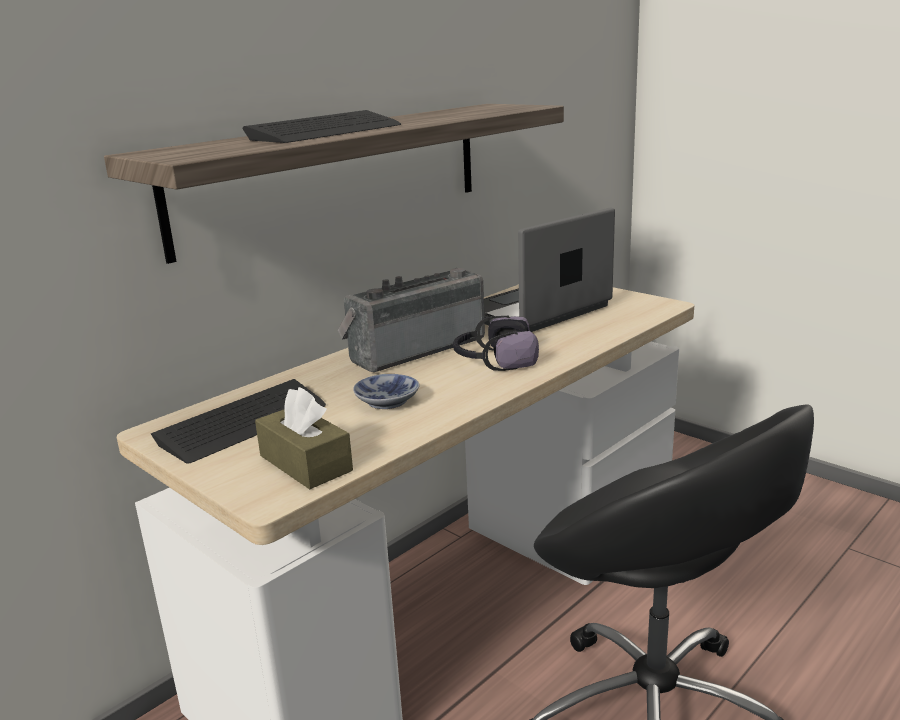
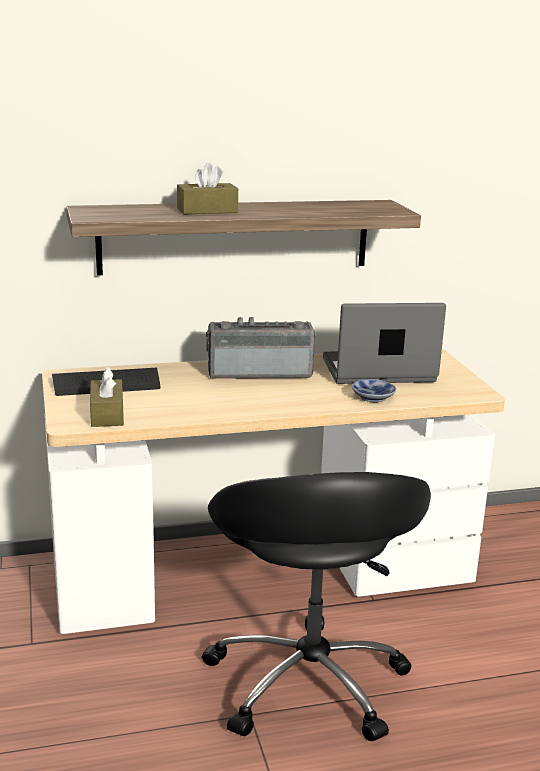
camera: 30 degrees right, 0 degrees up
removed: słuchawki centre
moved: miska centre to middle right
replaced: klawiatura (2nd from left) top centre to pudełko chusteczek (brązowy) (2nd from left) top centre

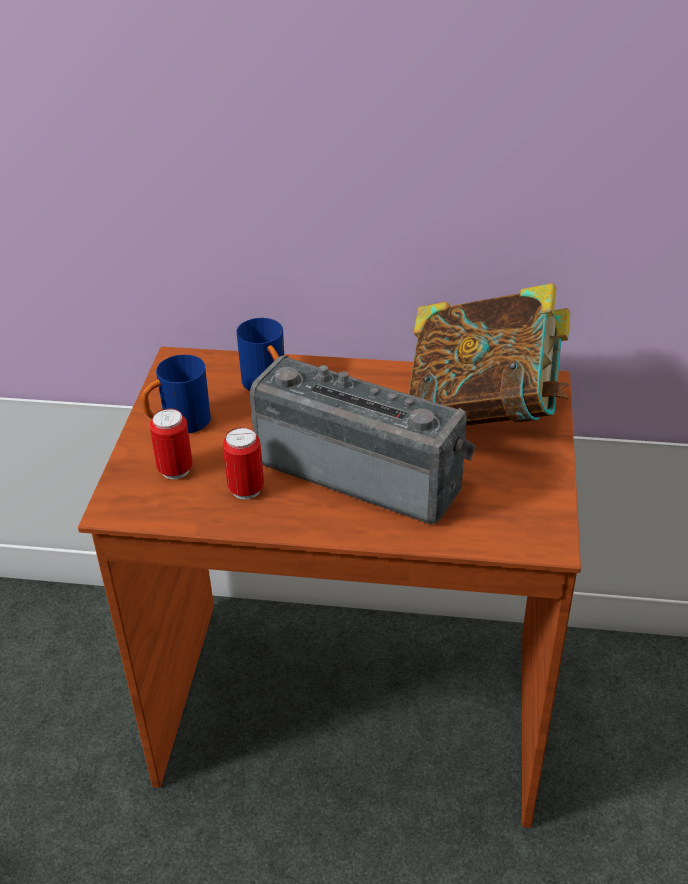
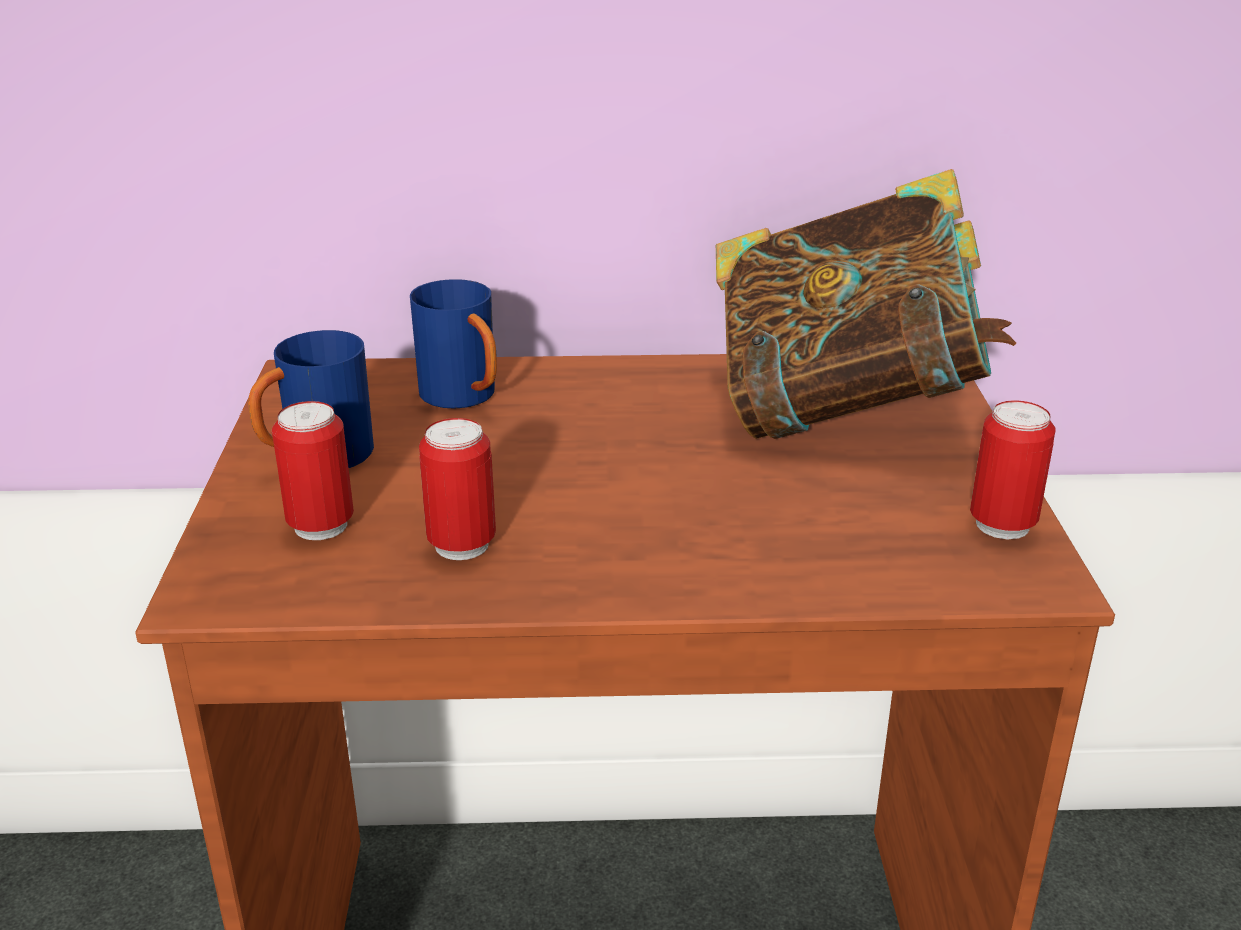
camera: 10 degrees left, 10 degrees down
removed: radio centre
added: puszka (3rd from left) middle right

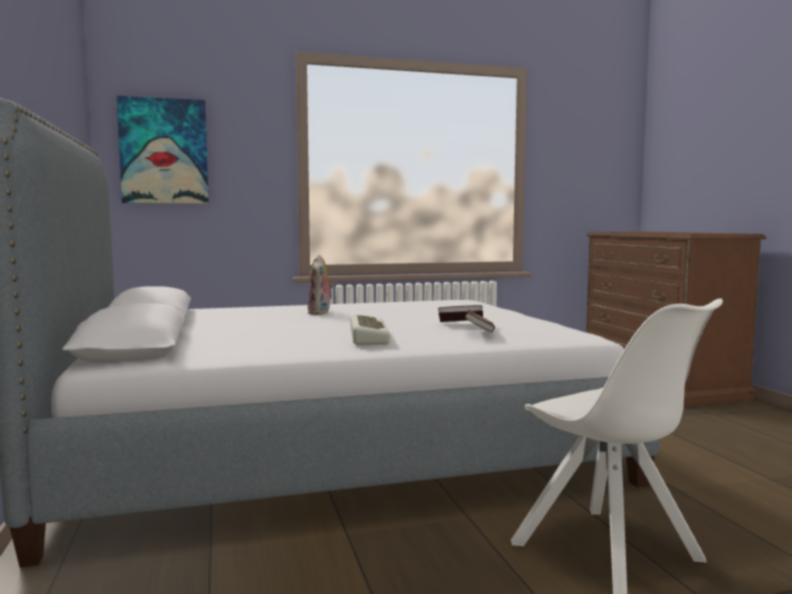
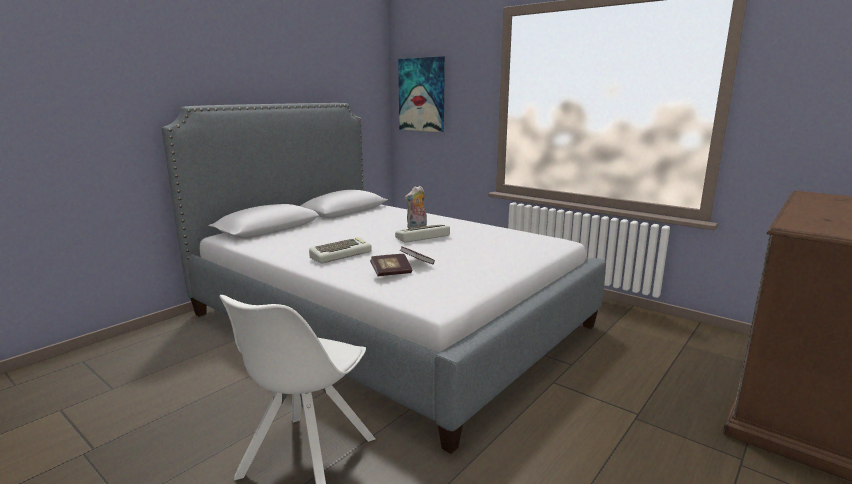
camera: 55 degrees right, 10 degrees up
added: klawiatura (2nd from left) centre

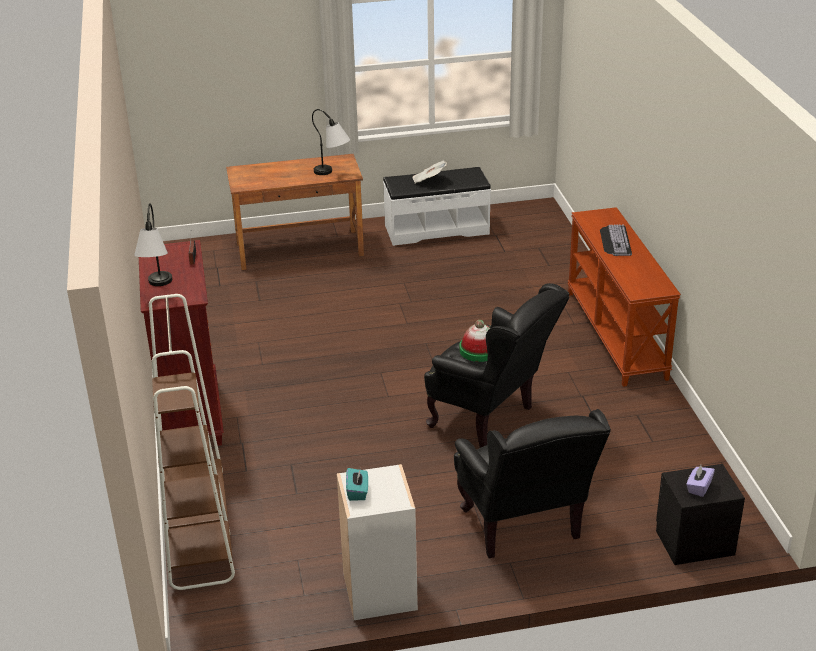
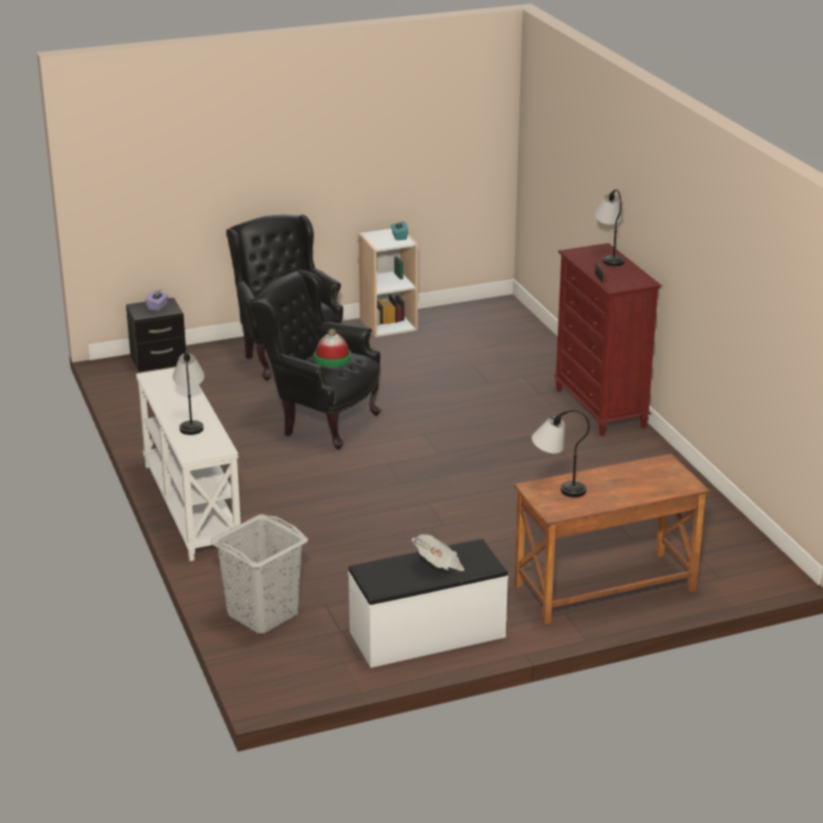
camera: 170 degrees right, 5 degrees down
removed: wieszak (brązowy) bottom left
added: kosz na pranie (szary) bottom left
replaced: klawiatura middle right to lampa stołowa (1st from left) middle left
recoloured: stolik konsolowy (brązowy) middle right to stolik konsolowy (biały) middle left

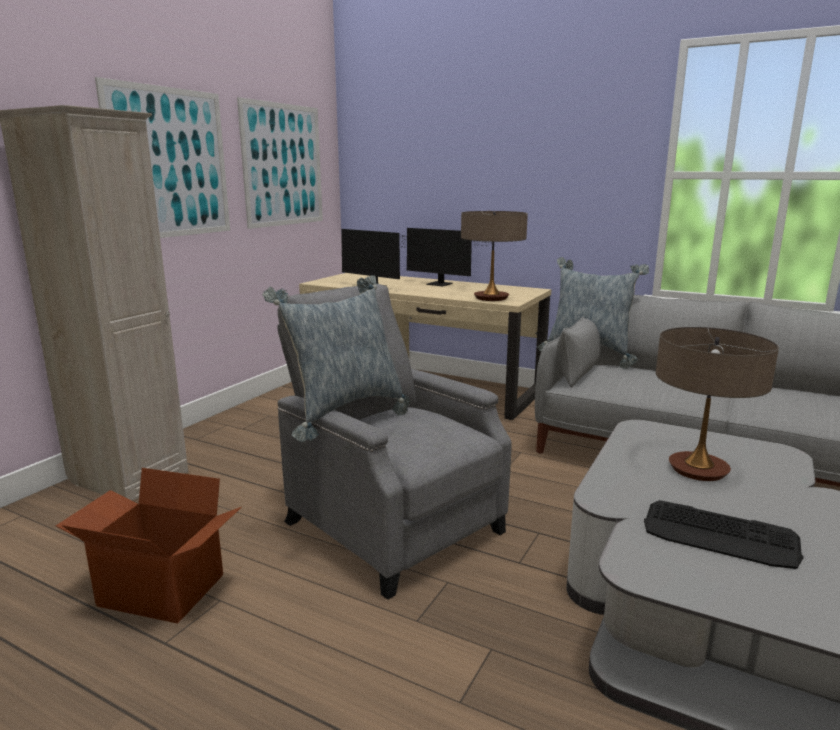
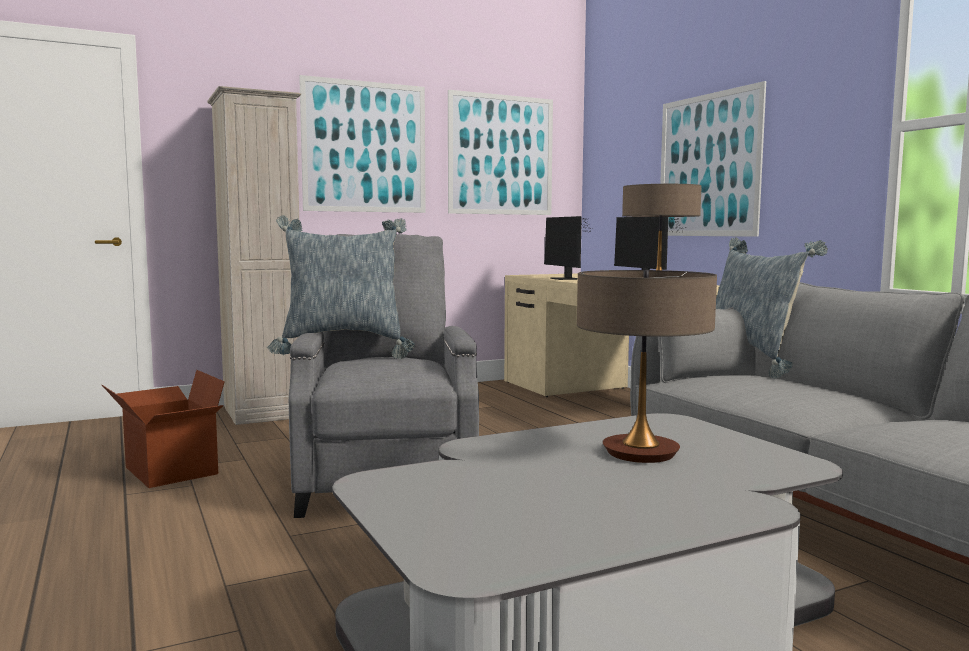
camera: 35 degrees right, 10 degrees down
removed: klawiatura bottom right
added: obraz (3rd from left) top right

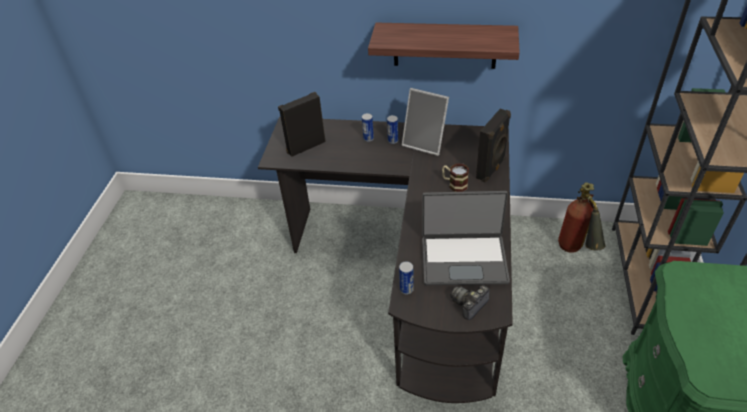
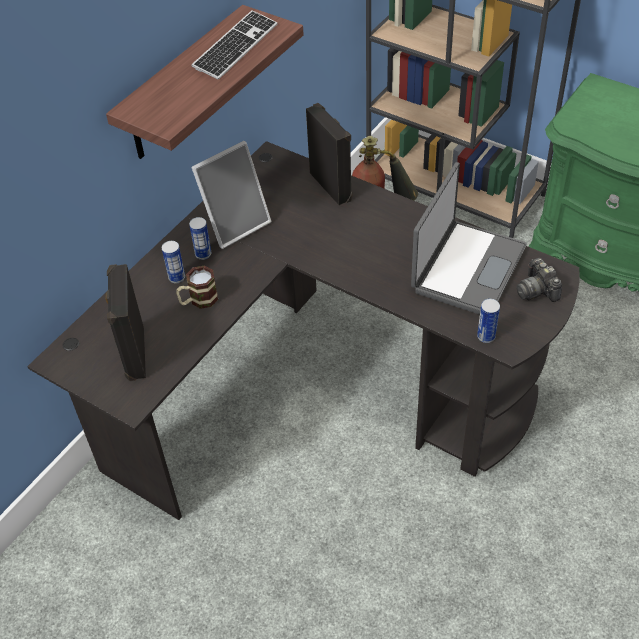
camera: 65 degrees left, 5 degrees up
added: klawiatura top centre
moved: kubek centre to middle left

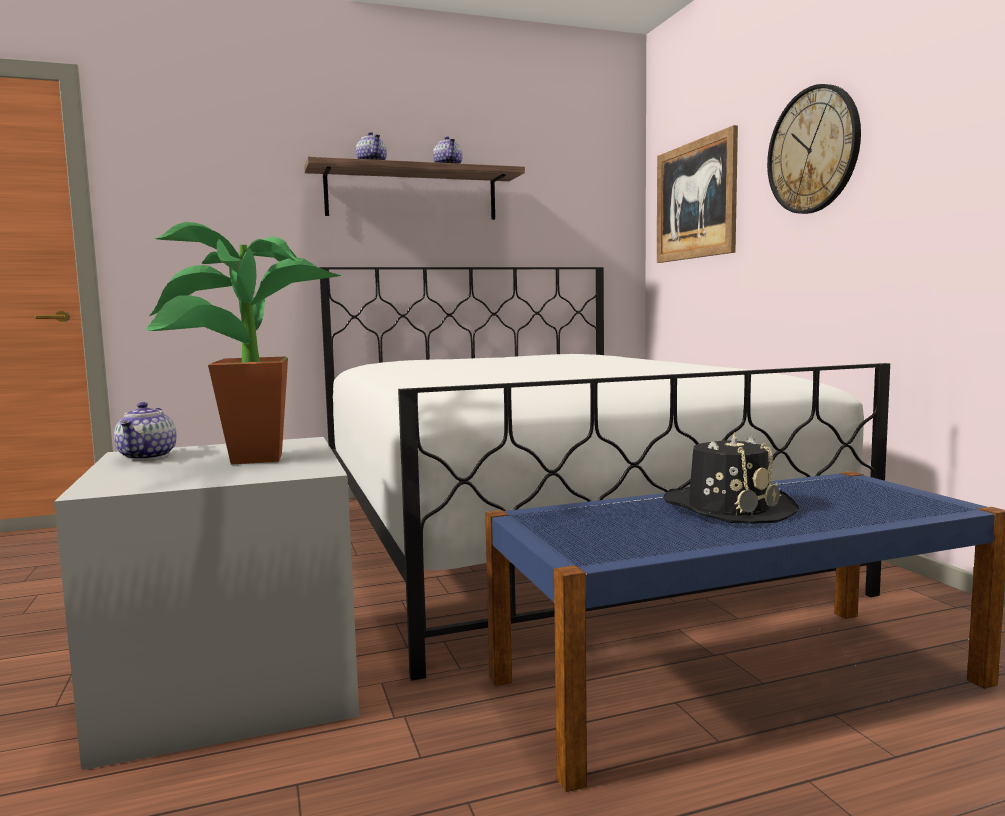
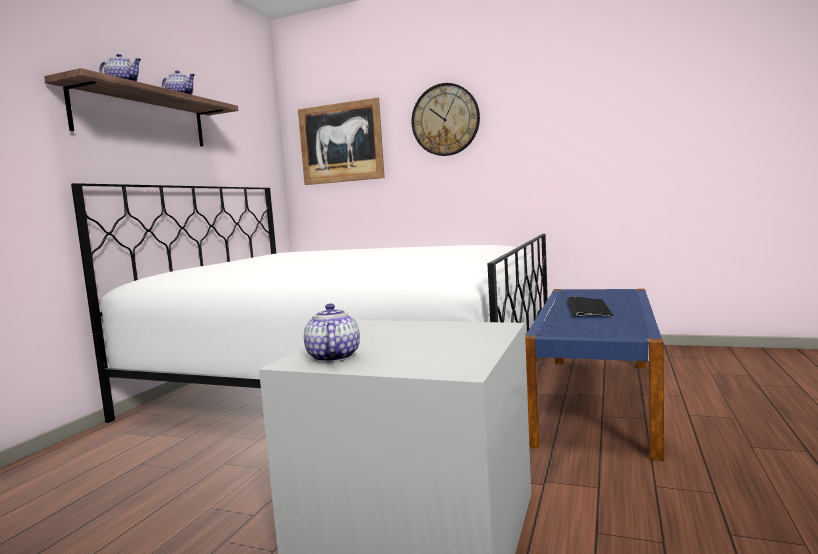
camera: 50 degrees left, 0 degrees up
removed: roślina doniczkowa middle left
replaced: kapelusz (czarny) middle right to klawiatura middle right
turned: imbryk (1st from left in the first image) middle left = centre 135 degrees counterclockwise

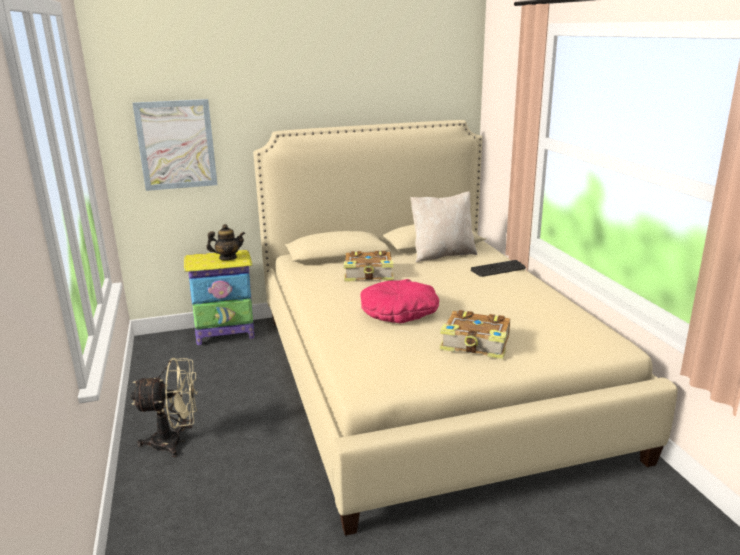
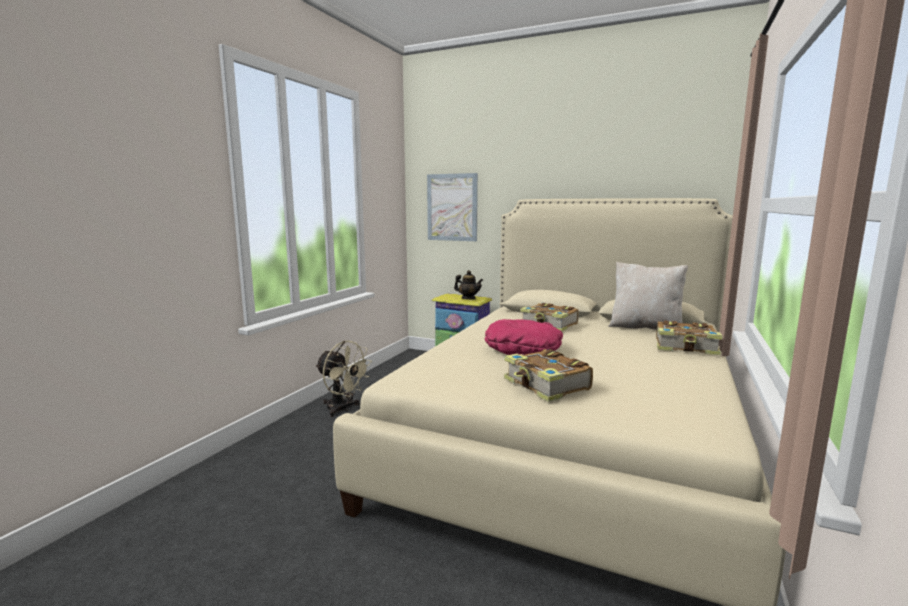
camera: 40 degrees right, 10 degrees down
replaced: klawiatura middle right to książka (3rd from left) middle right

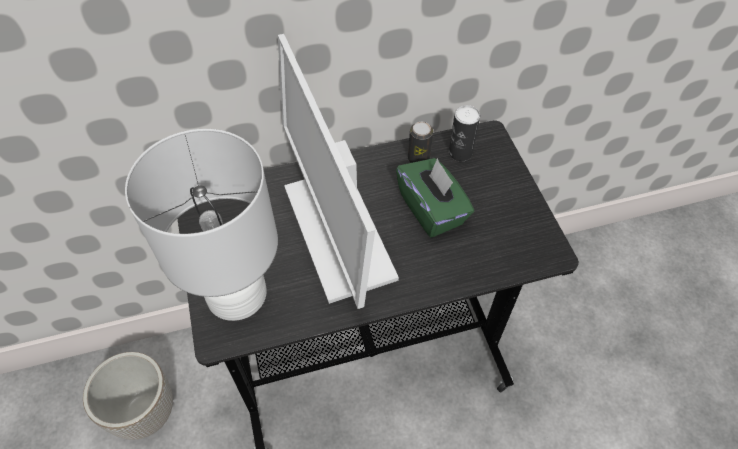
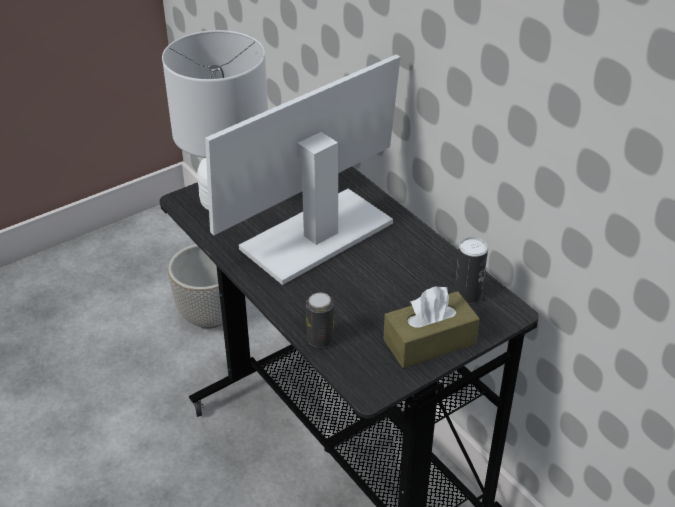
camera: 70 degrees right, 15 degrees down
removed: pudełko chusteczek (zielony) centre
added: pudełko chusteczek (brązowy) centre
moved: puszka (1st from left) top centre to centre

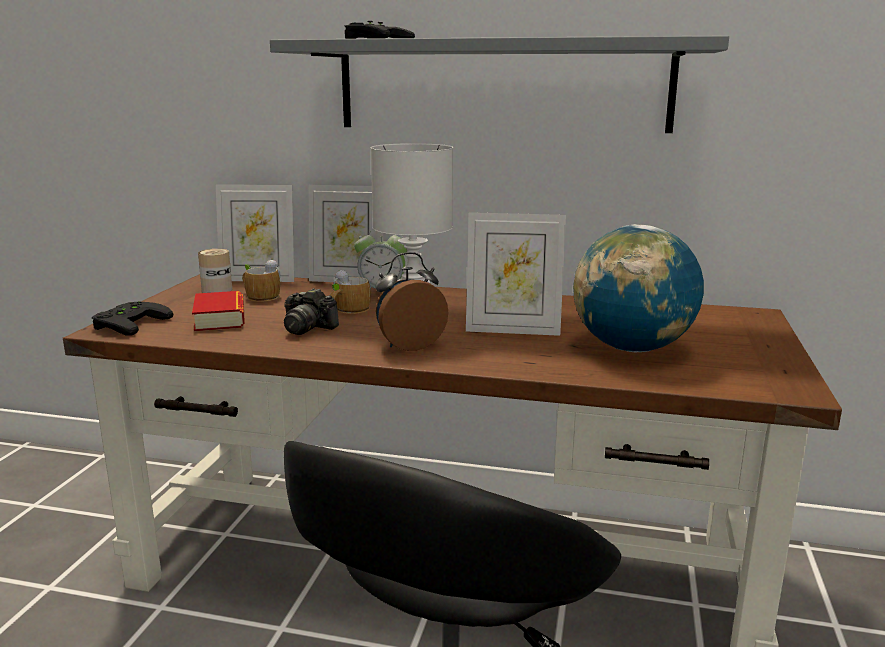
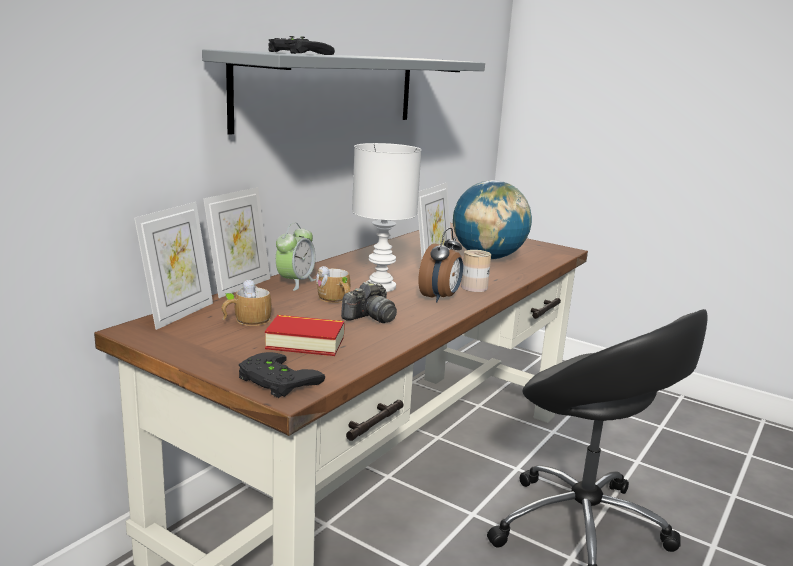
camera: 70 degrees left, 0 degrees up
moved: puszka middle left to centre
turned: budzik (2nd from left) centre = centre 150 degrees counterclockwise

